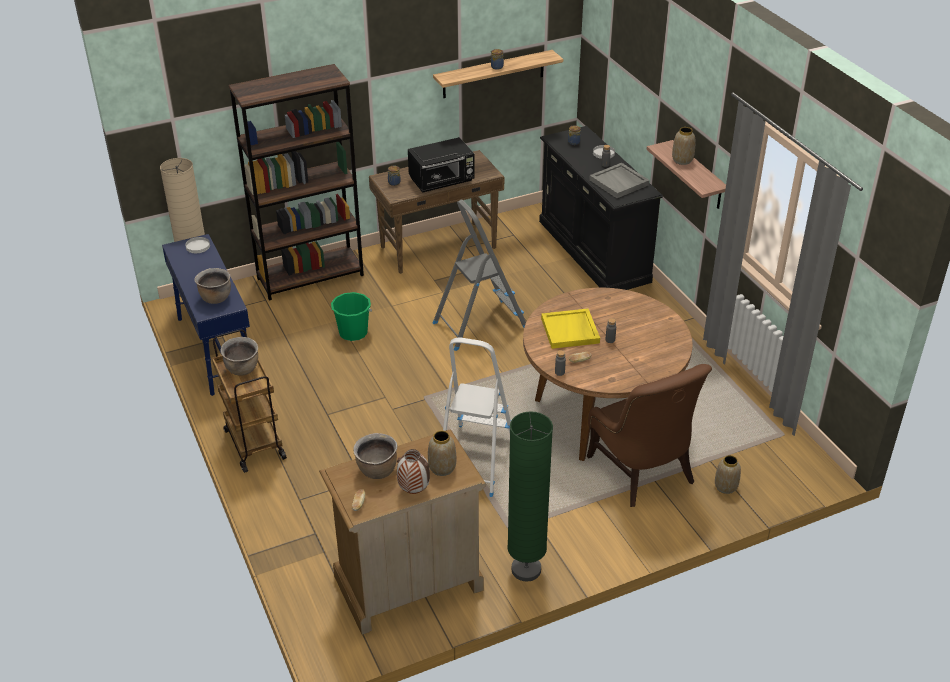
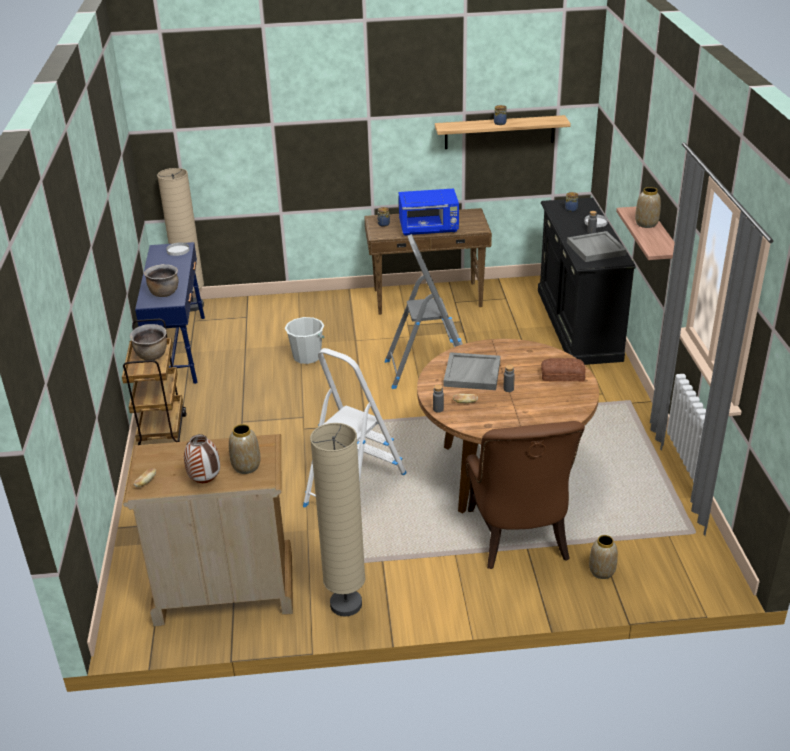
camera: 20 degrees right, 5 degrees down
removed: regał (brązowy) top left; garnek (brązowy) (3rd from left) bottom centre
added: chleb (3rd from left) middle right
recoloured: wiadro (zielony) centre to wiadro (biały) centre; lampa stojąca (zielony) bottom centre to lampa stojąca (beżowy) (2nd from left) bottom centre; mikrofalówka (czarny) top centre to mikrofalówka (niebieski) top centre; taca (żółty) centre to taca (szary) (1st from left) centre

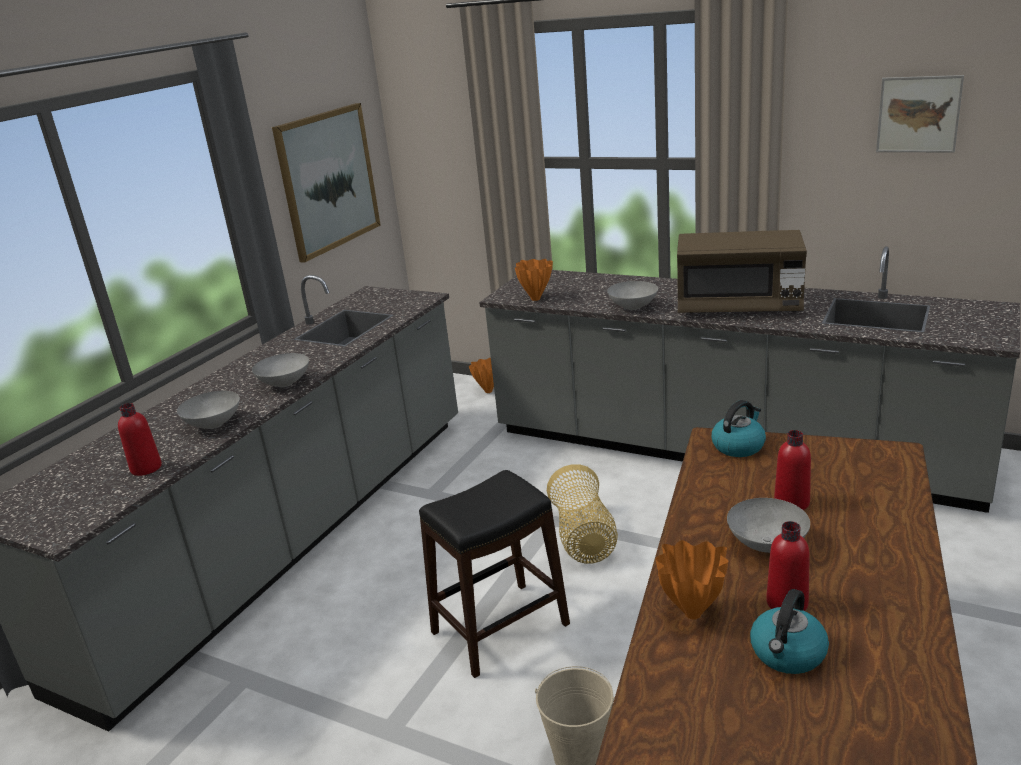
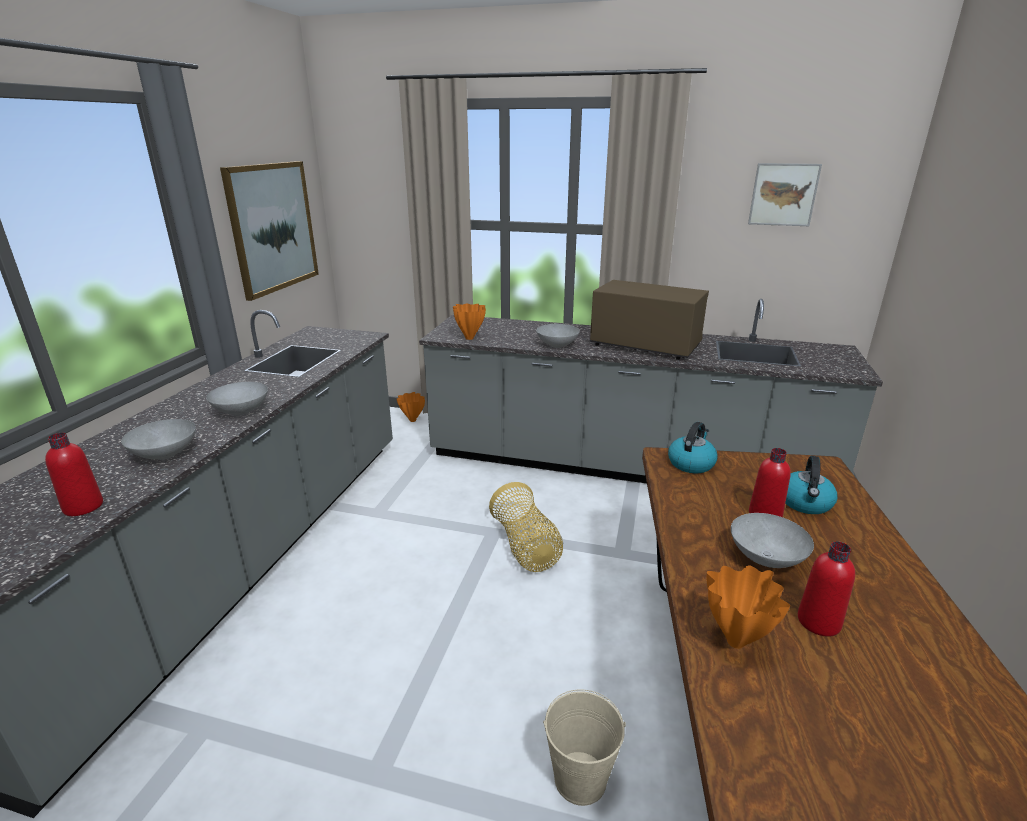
camera: 15 degrees left, 0 degrees up
removed: stołek (czarny) bottom centre
moved: czajnik (2nd from left) bottom right to middle right
turned: mikrofalówka (brązowy) middle right = centre 150 degrees counterclockwise

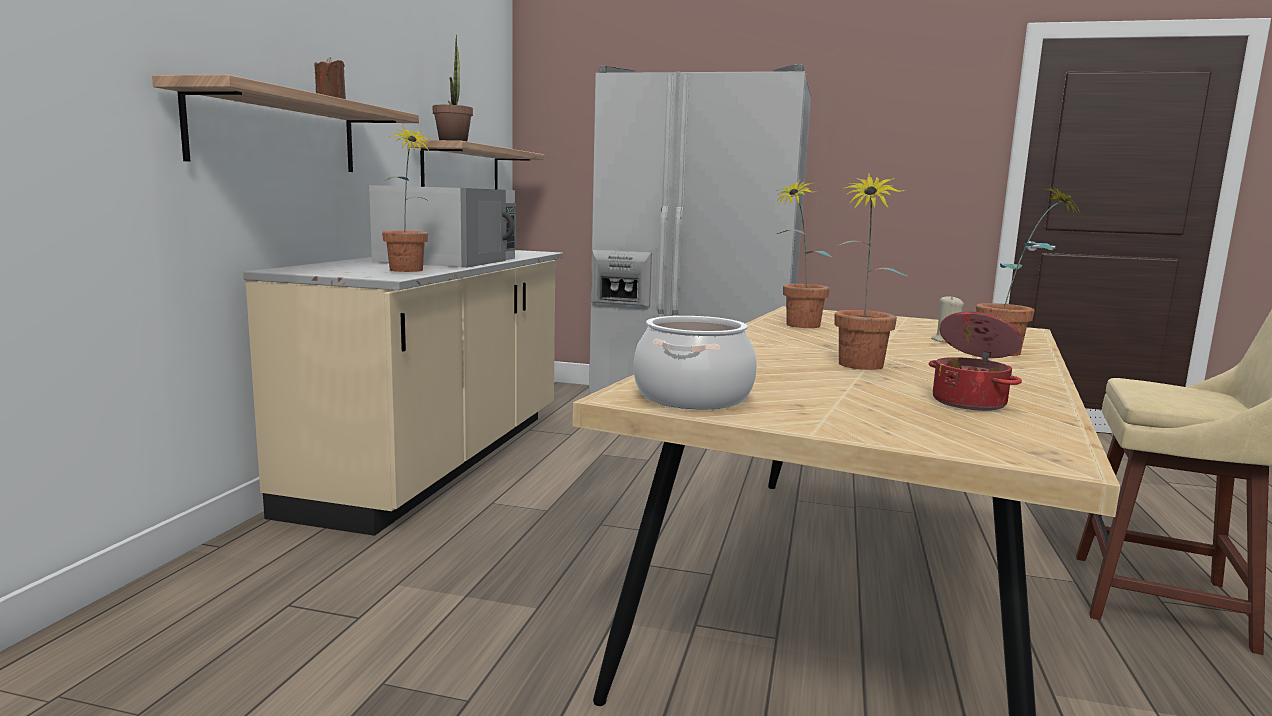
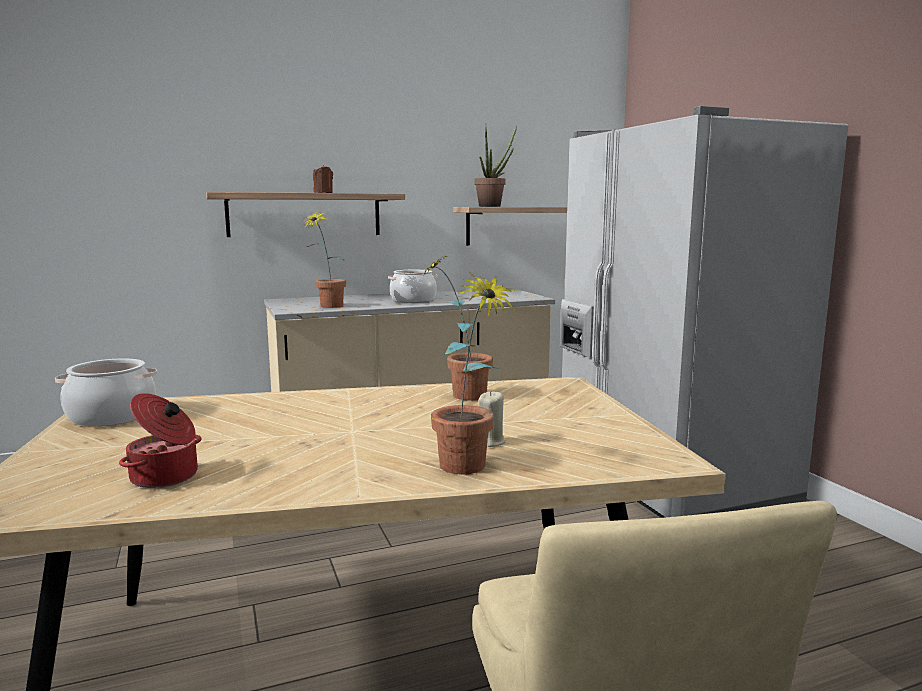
camera: 55 degrees right, 0 degrees up
removed: roślina doniczkowa (4th from left) middle right
replaced: mikrofalówka (biały) top centre to garnek (3rd from left) centre

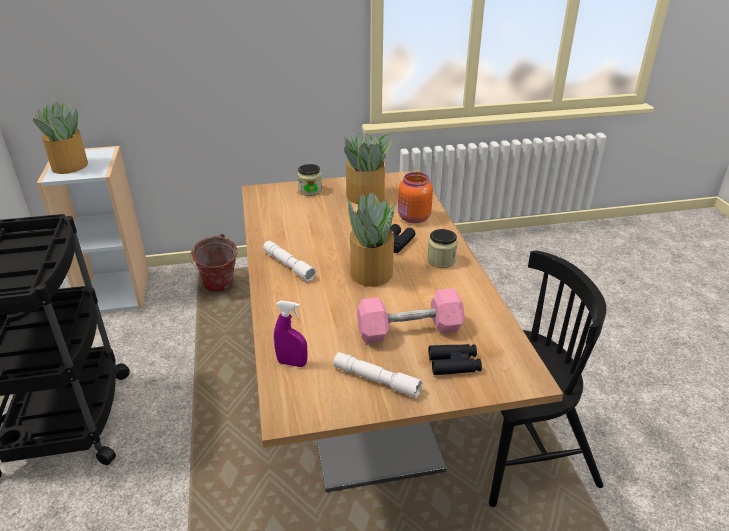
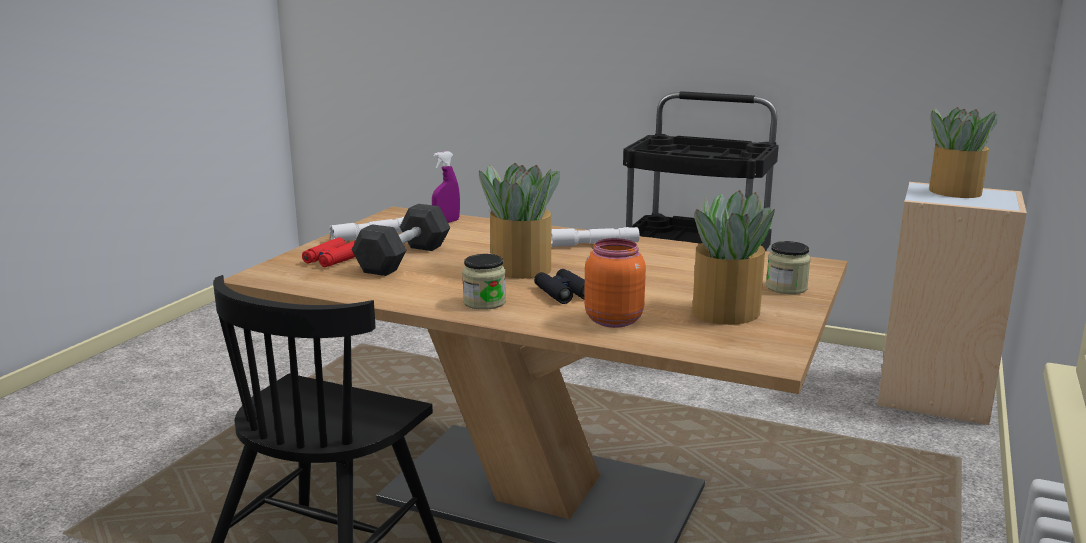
camera: 125 degrees right, 15 degrees down
removed: wiadro middle left
recoloured: lornetka (czarny) (2nd from left) bottom centre to lornetka (czerwony) middle left; hantel (różowy) centre to hantel (szary) centre

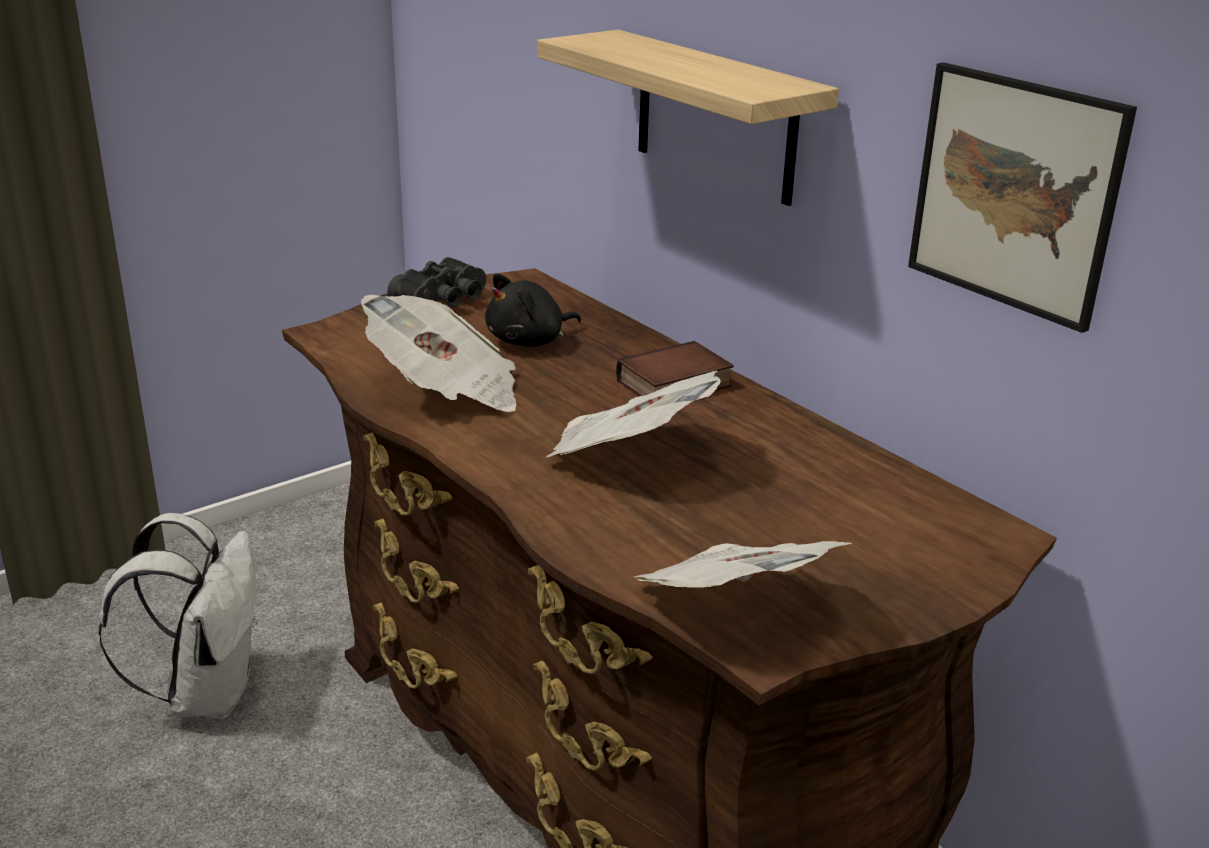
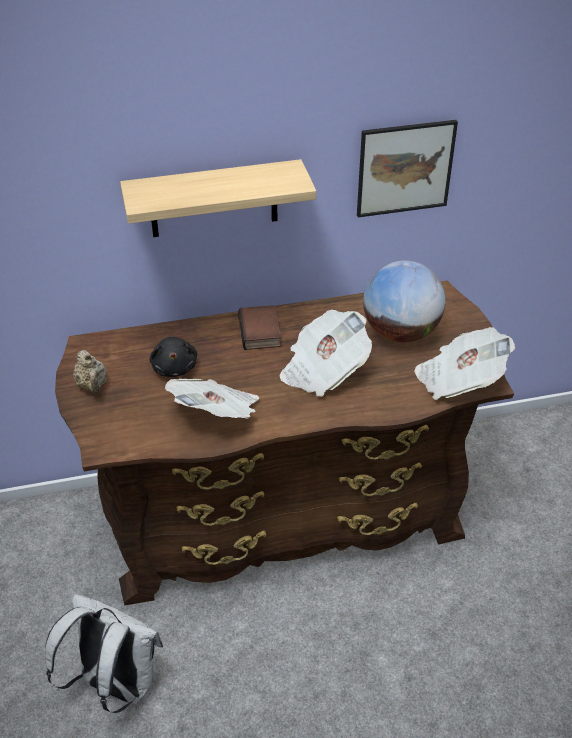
camera: 65 degrees left, 15 degrees up
added: globus middle right
replaced: lornetka (czarny) top centre to imbryk (beżowy) middle left

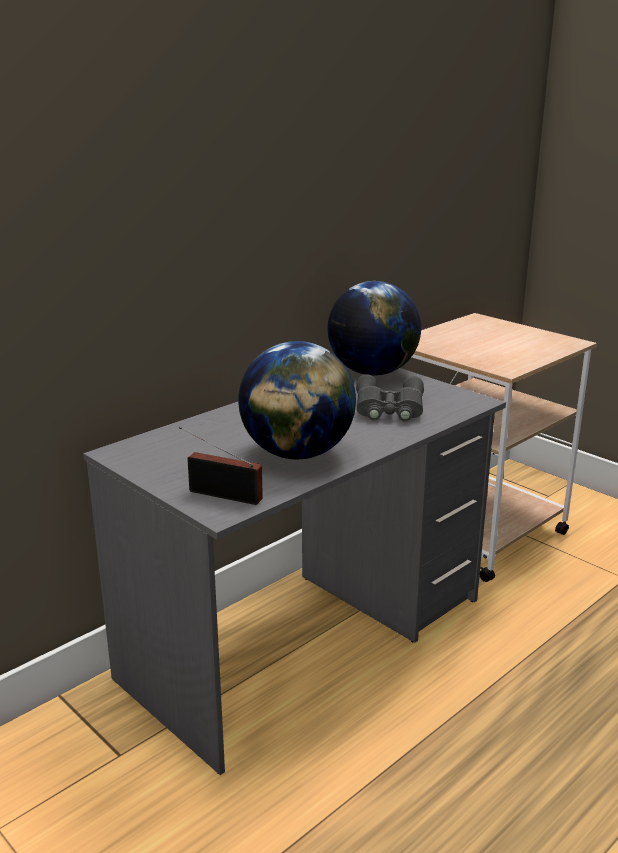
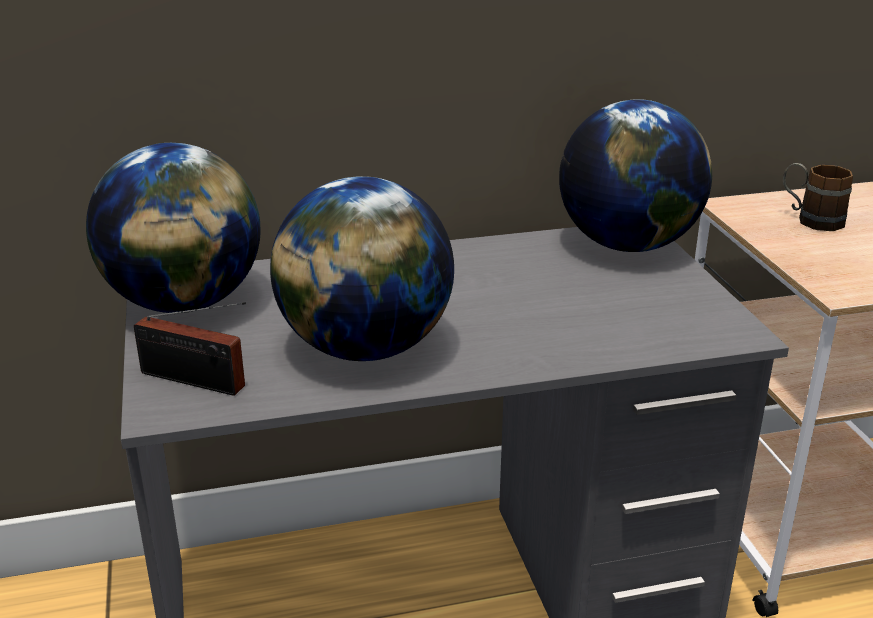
camera: 30 degrees right, 5 degrees up
removed: lornetka (szary) centre
added: globus (1st from left) middle left; kubek (brązowy) top right
turned: radio centre = middle left 150 degrees clockwise

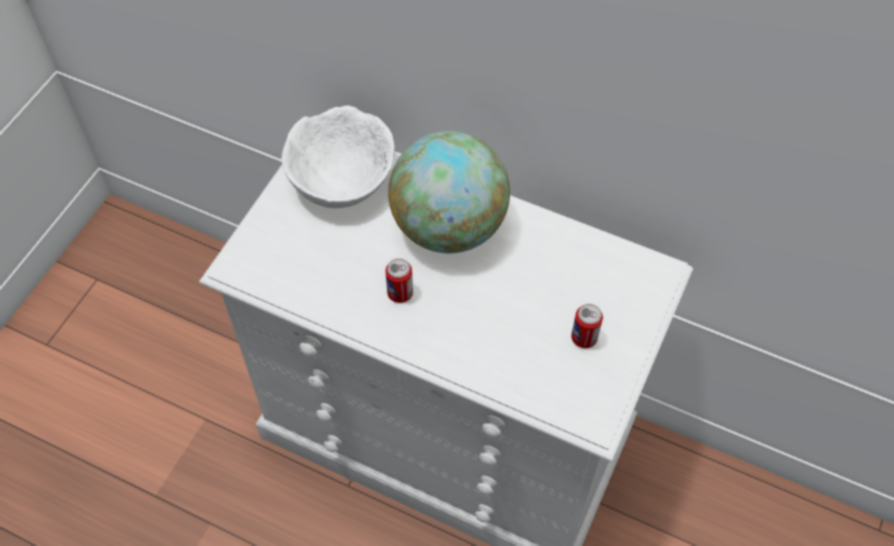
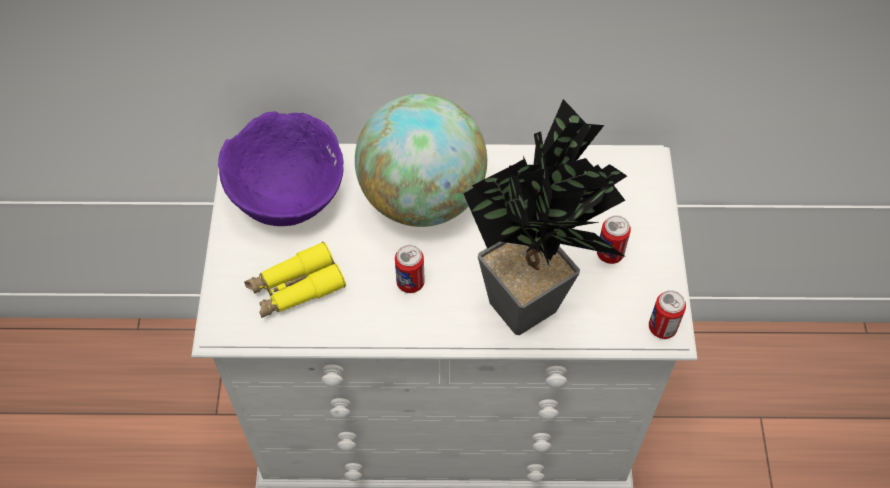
camera: 25 degrees left, 0 degrees up
added: lornetka (żółty) middle left; roślina doniczkowa centre; puszka (3rd from left) middle right
recoloured: miska (biały) top centre to miska (fioletowy) middle left

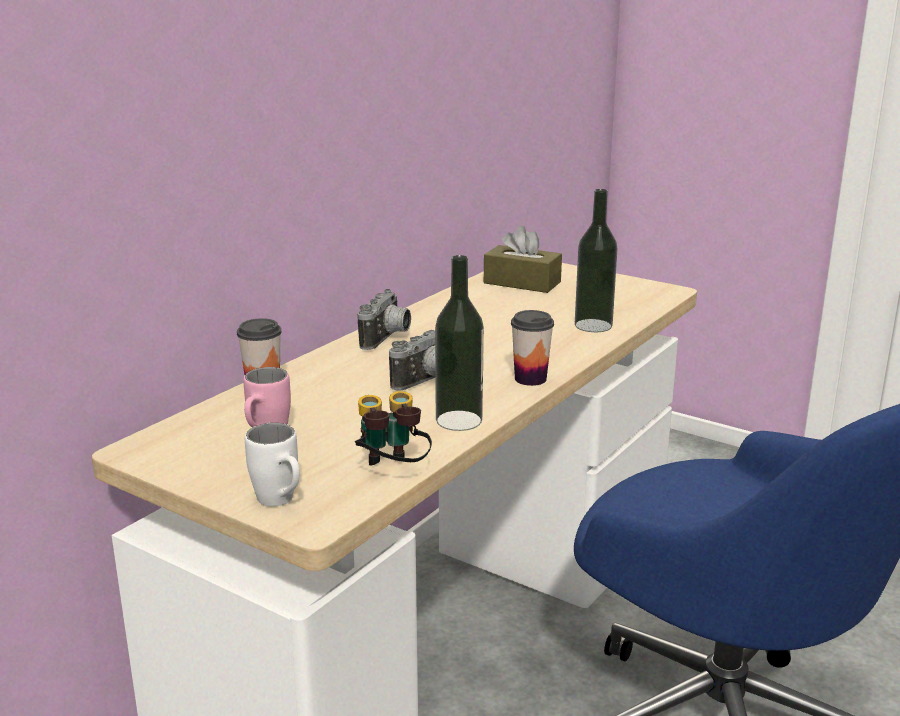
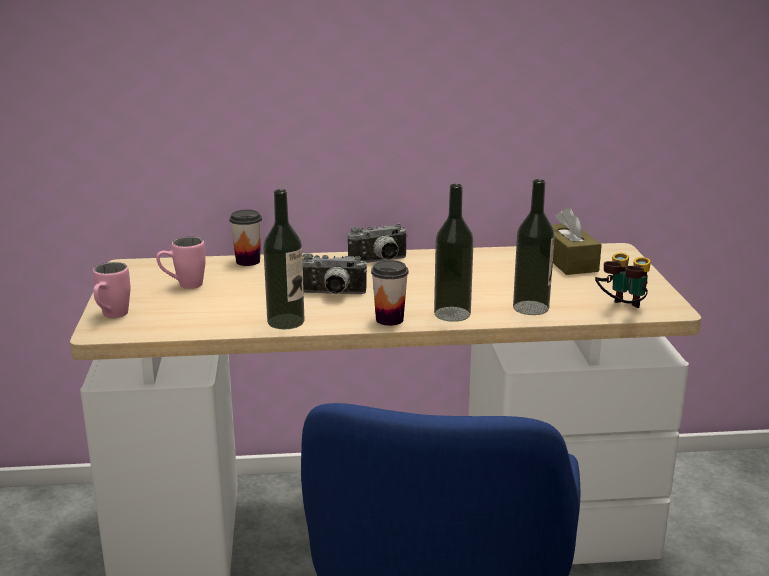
camera: 50 degrees right, 0 degrees up
added: butelka (2nd from left) centre
moved: lornetka centre to middle right
recoloured: kubek (biały) middle left to kubek (różowy) (1st from left) middle left

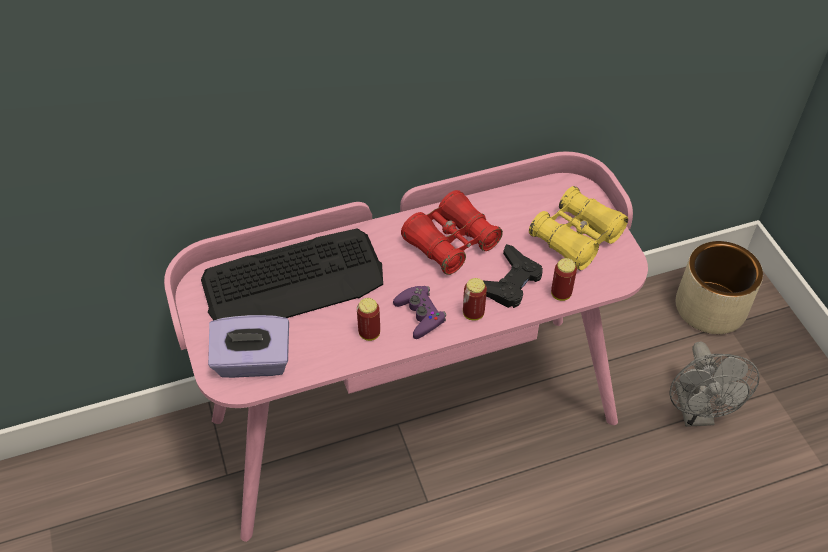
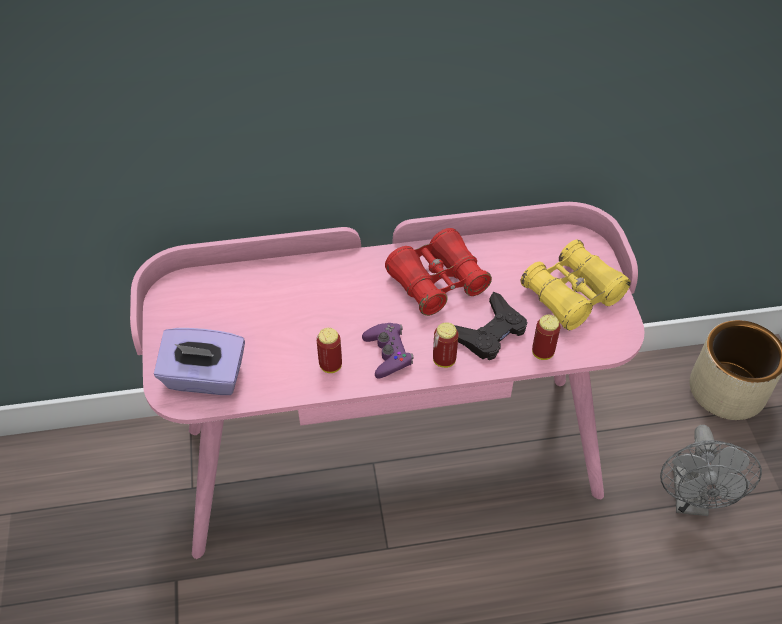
camera: 10 degrees right, 0 degrees up
removed: klawiatura centre

